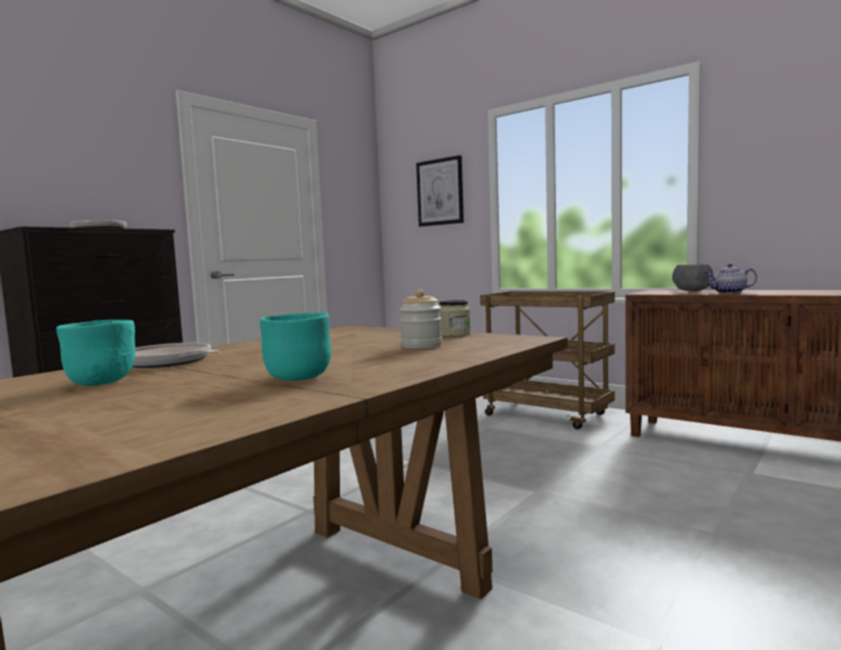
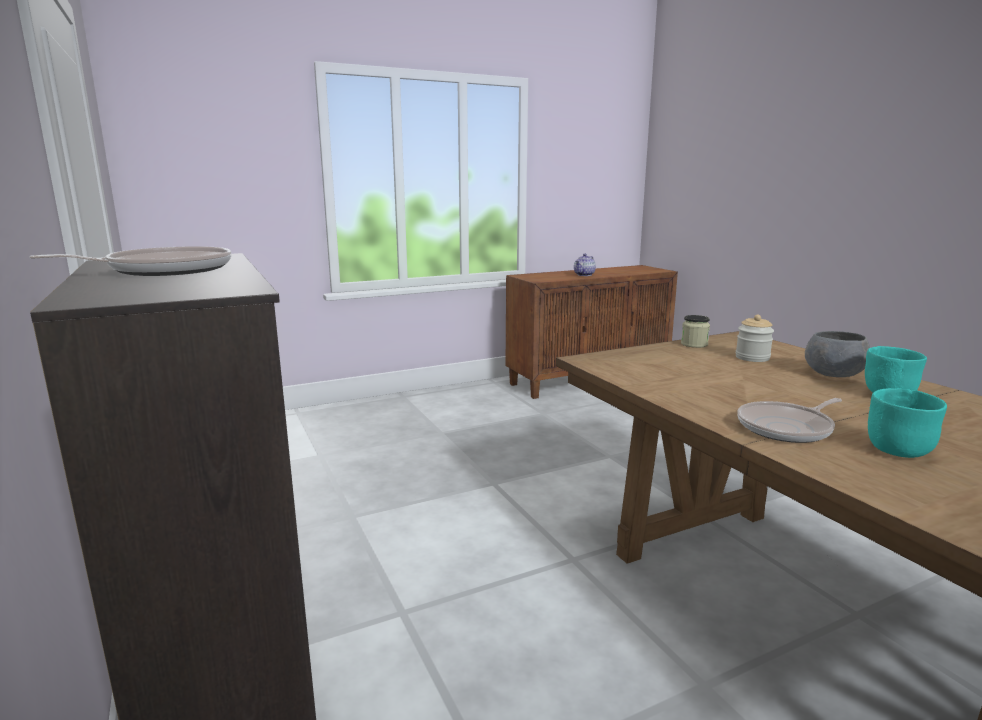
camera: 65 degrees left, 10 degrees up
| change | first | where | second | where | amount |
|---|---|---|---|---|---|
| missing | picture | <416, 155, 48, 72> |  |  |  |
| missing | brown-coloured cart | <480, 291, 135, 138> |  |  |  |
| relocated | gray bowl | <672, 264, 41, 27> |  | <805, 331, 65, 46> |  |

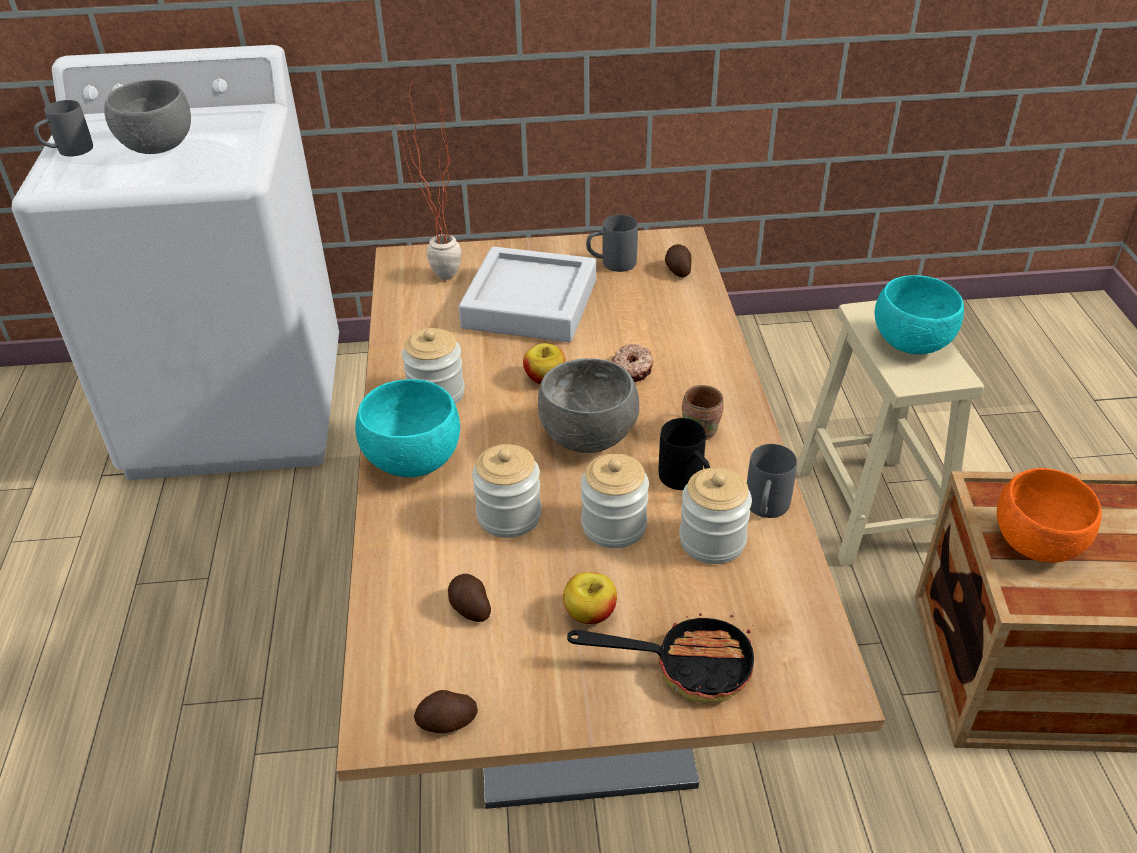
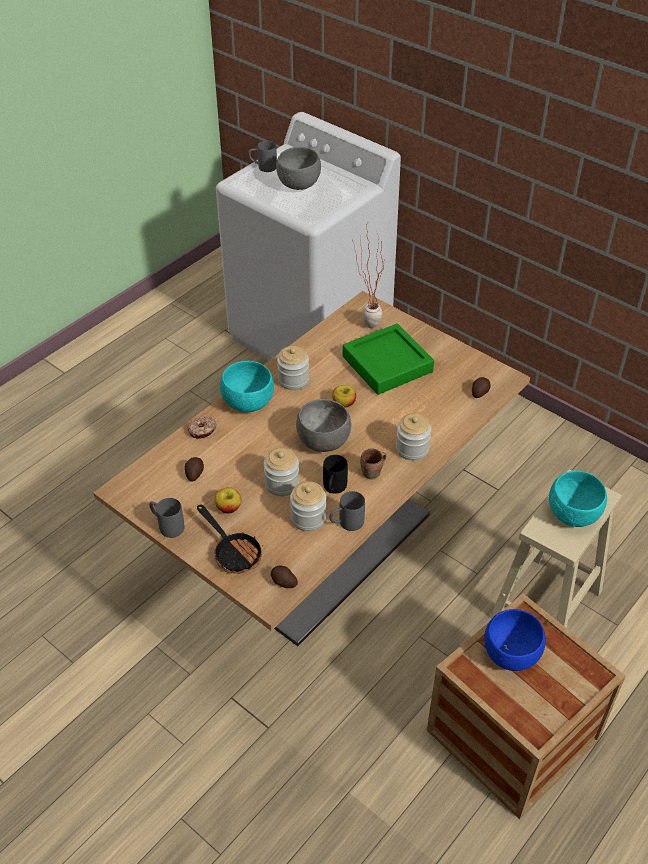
camera: 45 degrees right, 5 degrees up
| change | first | where | second | where | amount |
|---|---|---|---|---|---|
| relocated | potato | <414, 690, 64, 43> |  | <271, 565, 27, 23> |  |
| relocated | storage jar | <472, 444, 69, 94> |  | <396, 413, 35, 48> |  |
| relocated | gray tea mug | <586, 215, 52, 57> |  | <149, 498, 35, 40> |  |
| relocated | ring doughnut | <612, 344, 41, 38> |  | <188, 417, 29, 22> |  |
| colour | gray tray | <459, 247, 137, 95> | greenish tray | <343, 323, 91, 72> |  |
| colour | orangey bowl | <997, 468, 104, 95> | bluish bowl | <484, 609, 62, 62> |  |

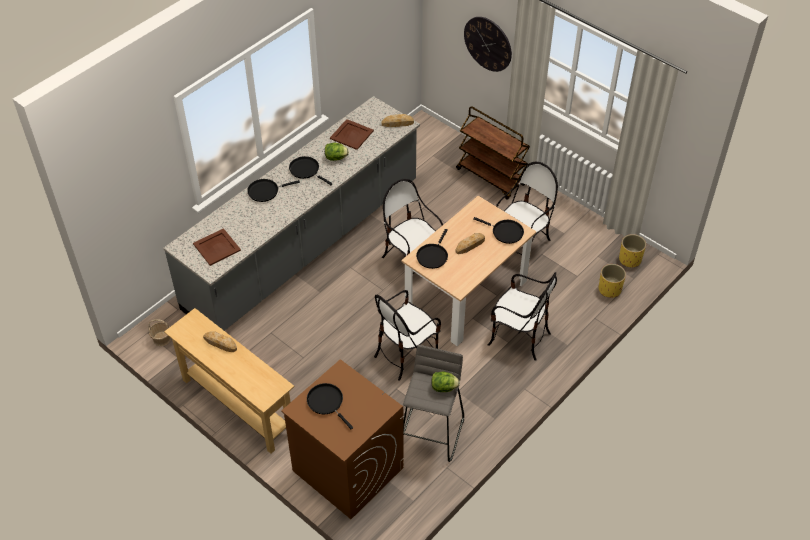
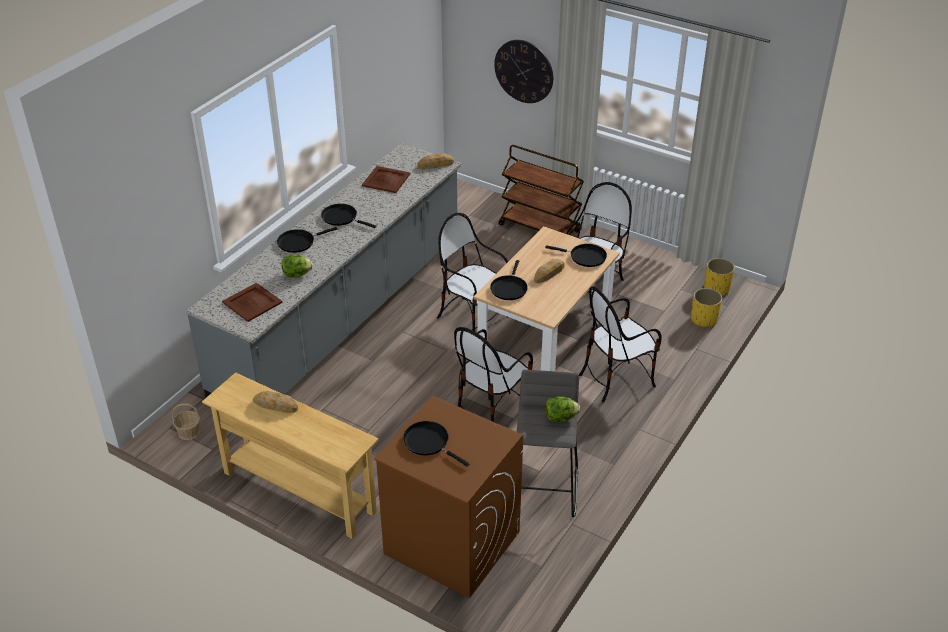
camera: 10 degrees left, 10 degrees down
| change | first | where | second | where | amount |
|---|---|---|---|---|---|
| relocated | lettuce | <325, 143, 24, 18> |  | <282, 255, 31, 22> |  |
| spun | plain chair | <488, 272, 69, 89> |  | <579, 286, 83, 116> | 135 degrees clockwise |

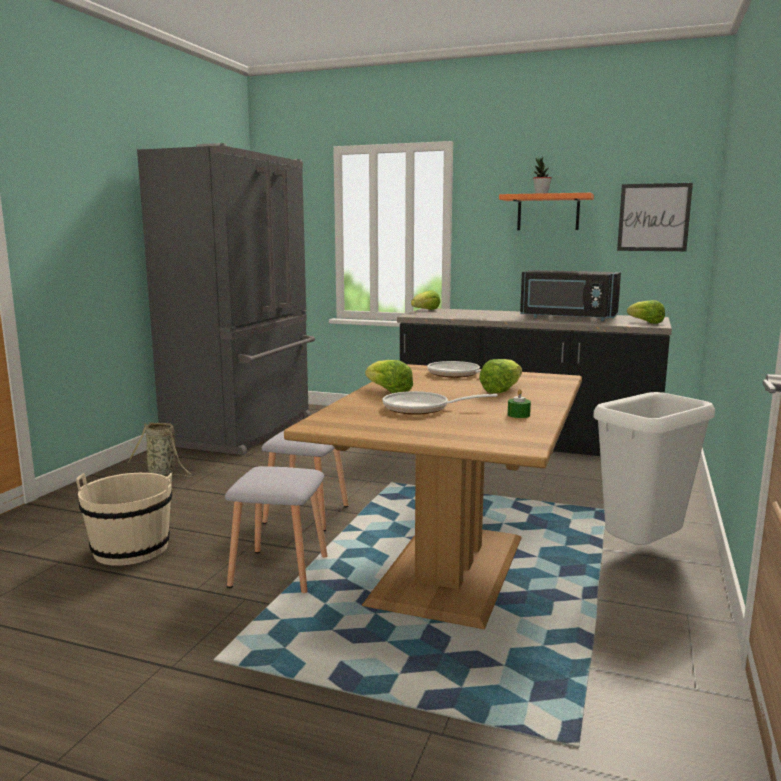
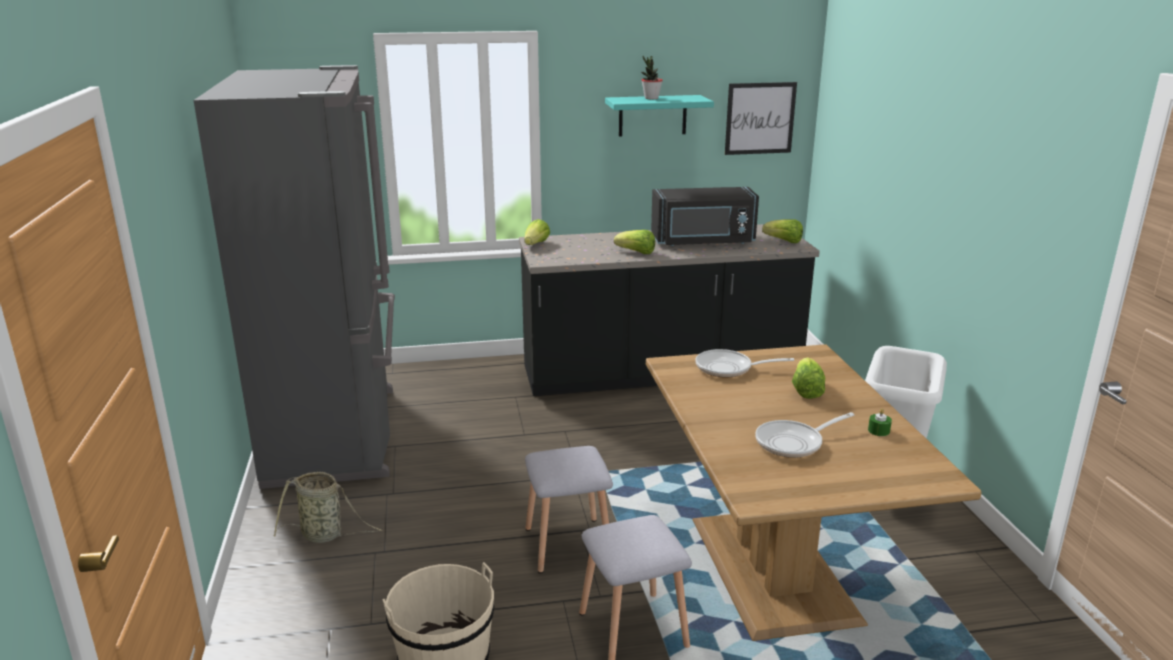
camera: 30 degrees left, 10 degrees up
| change | first | where | second | where | amount |
|---|---|---|---|---|---|
| relocated | lettuce | <365, 360, 48, 33> |  | <614, 230, 41, 24> |  |
| colour | orangey bracket shelf | <499, 193, 95, 37> | blue-green bracket shelf | <605, 95, 109, 41> |  |

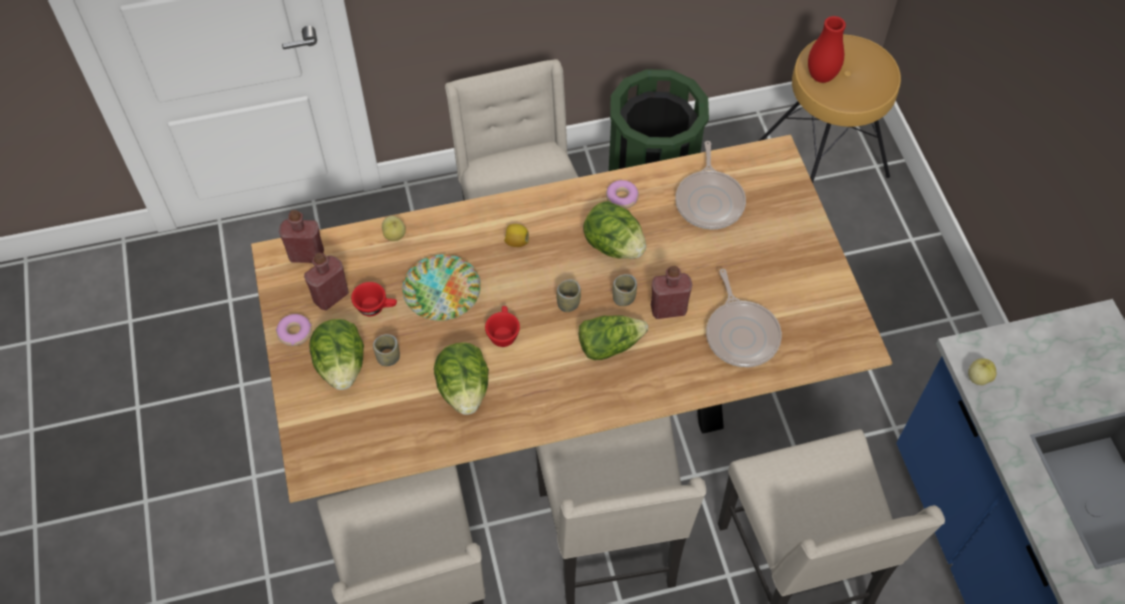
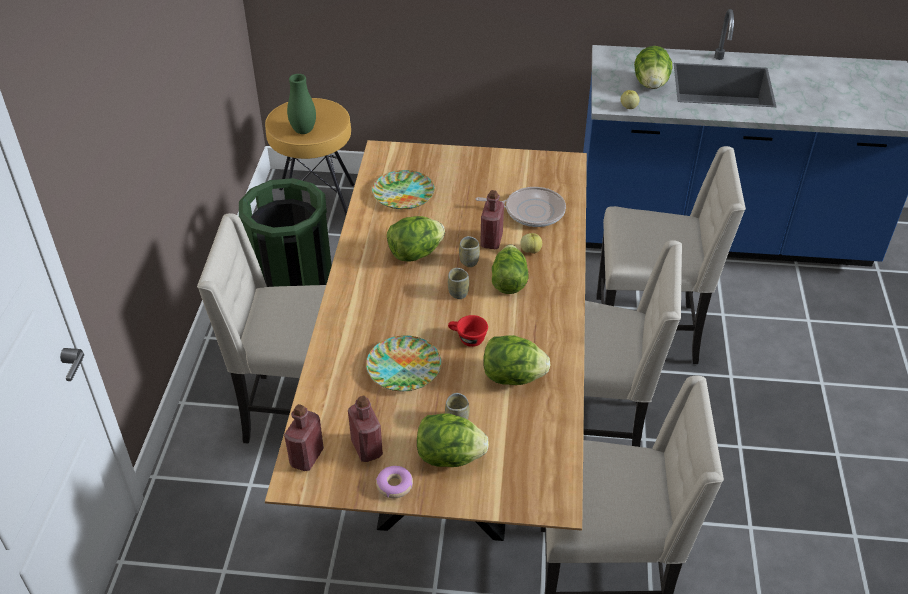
camera: 70 degrees left, 15 degrees down
| change | first | where | second | where | amount |
|---|---|---|---|---|---|
| missing | reddish small cup | <351, 282, 46, 34> |  |  |  |
| missing | lemon | <504, 224, 25, 23> |  |  |  |
| missing | ring doughnut | <606, 180, 33, 29> |  |  |  |
| appeared |  |  | lettuce | <634, 46, 39, 43> |  |
| relocated | apple fruit | <382, 216, 24, 25> |  | <520, 233, 22, 21> |  |
| exchanged | pan | <675, 141, 71, 88> | dinner plate | <372, 170, 63, 39> |  |
| colour | reddish flower vase | <808, 16, 38, 67> | greenish flower vase | <287, 74, 29, 60> |  |

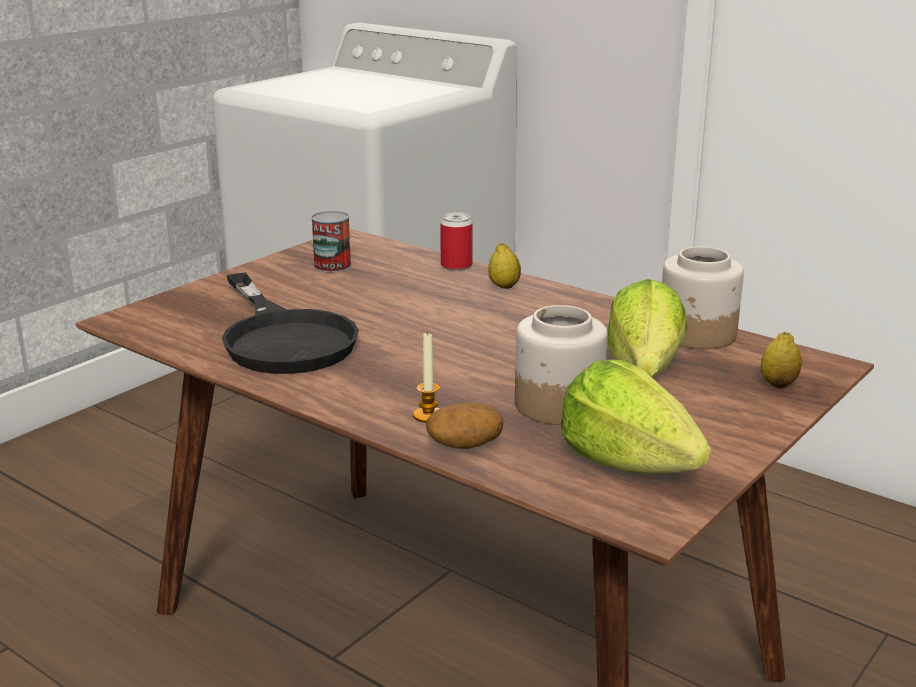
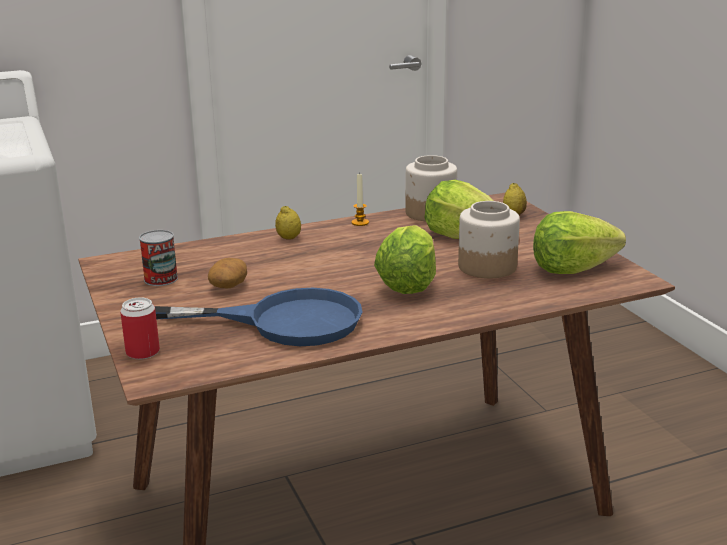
camera: 60 degrees left, 0 degrees up
| change | first | where | second | where | amount |
|---|---|---|---|---|---|
| appeared |  |  | lettuce | <374, 225, 62, 69> |  |
| relocated | wax candle | <413, 331, 27, 92> |  | <351, 172, 18, 54> |  |
| relocated | potato | <426, 403, 77, 46> |  | <208, 258, 39, 30> |  |
| relocated | sealed can | <440, 212, 33, 59> |  | <120, 297, 40, 62> |  |
| colour | blackish pan | <222, 273, 137, 101> | bluish pan | <155, 288, 207, 58> |  |

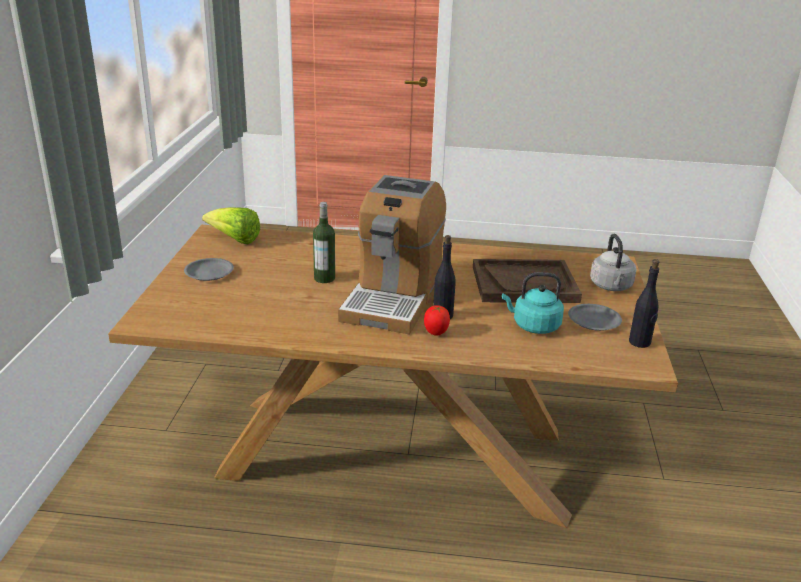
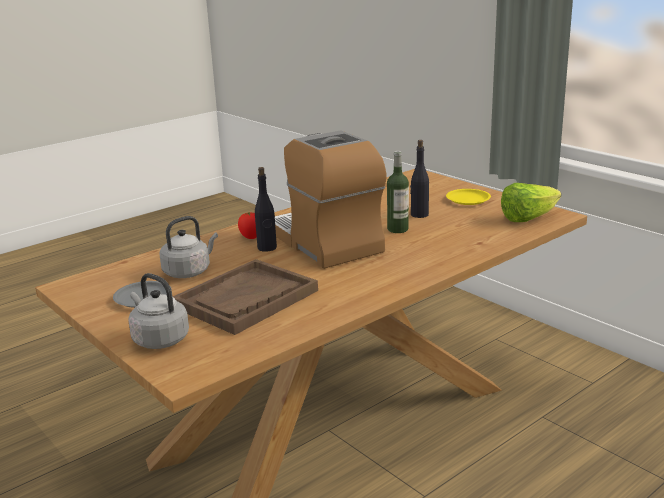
camera: 135 degrees right, 5 degrees down
| change | first | where | second | where | amount |
|---|---|---|---|---|---|
| relocated | blackish bottle | <629, 259, 30, 89> |  | <410, 140, 19, 78> |  |
| colour | gray dinner plate | <184, 258, 50, 23> | yellowish dinner plate | <446, 189, 45, 16> |  |
| colour | blue-green kettle | <502, 272, 62, 62> | gray kettle | <159, 216, 59, 62> |  |

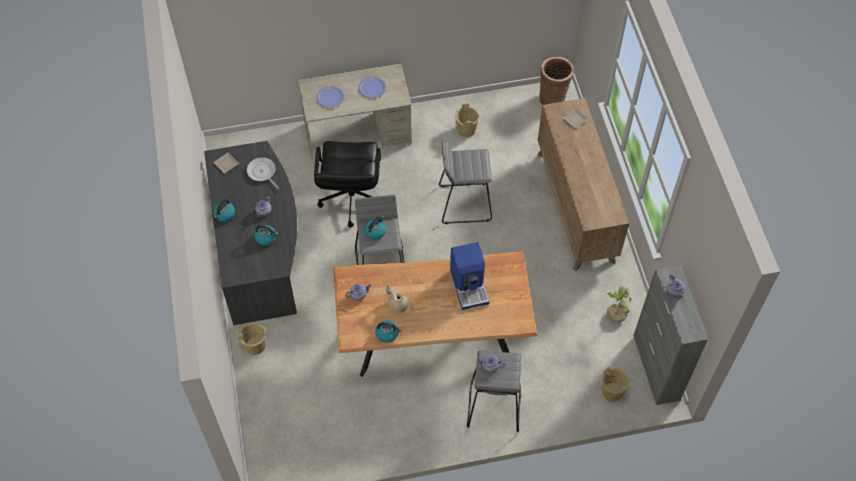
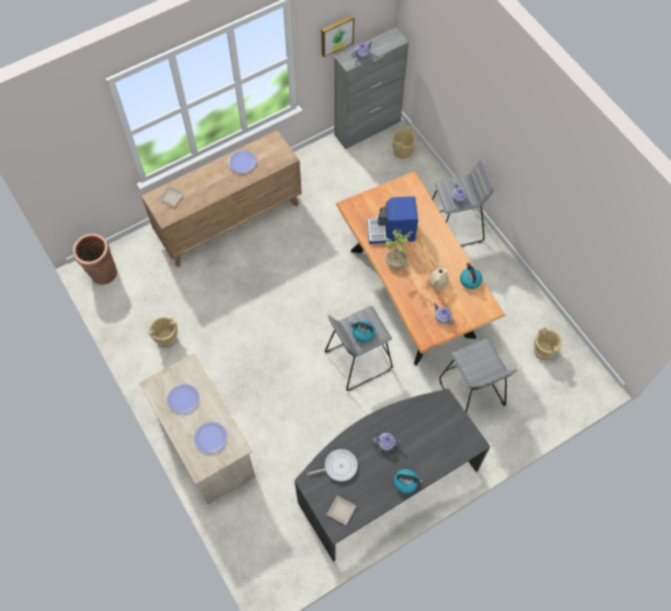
camera: 110 degrees left, 5 degrees up
| change | first | where | second | where | amount |
|---|---|---|---|---|---|
| missing | kettle | <254, 225, 24, 21> |  |  |  |
| missing | blackish office chair | <314, 141, 67, 87> |  |  |  |
| appeared |  |  | dinner plate | <228, 150, 29, 24> |  |
| appeared |  |  | picture | <321, 15, 33, 42> |  |
| relocated | beige-coloured water bucket | <237, 322, 30, 33> |  | <533, 327, 29, 33> |  |
| relocated | gray stool | <439, 137, 53, 87> |  | <439, 338, 78, 75> |  |
| relocated | plant in a pot | <607, 287, 24, 36> |  | <385, 230, 28, 38> |  |
| spun | pan | <247, 157, 33, 33> |  | <307, 449, 51, 32> | 135 degrees counterclockwise |
| spun | coffee brewer | <450, 242, 39, 68> |  | <367, 196, 51, 48> | 150 degrees counterclockwise |

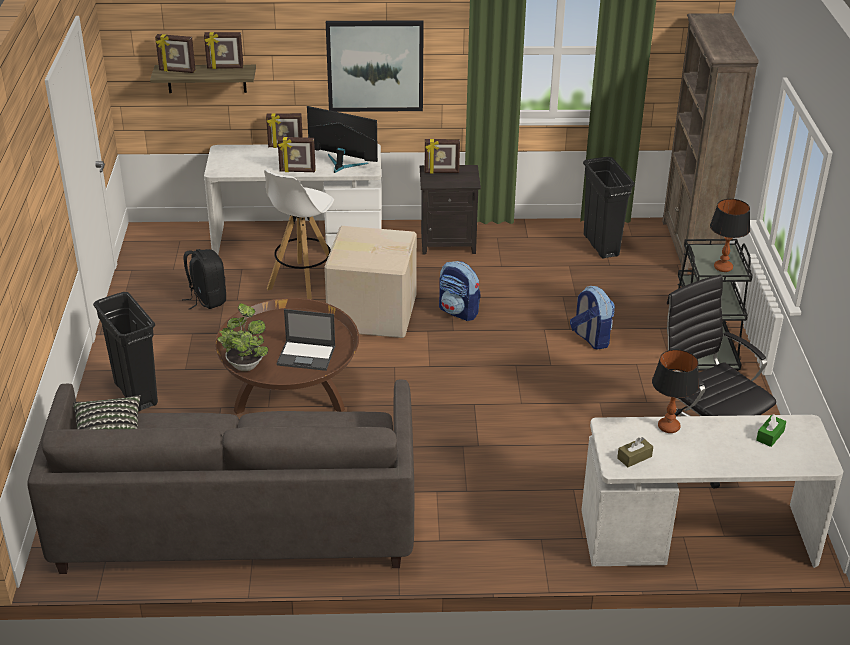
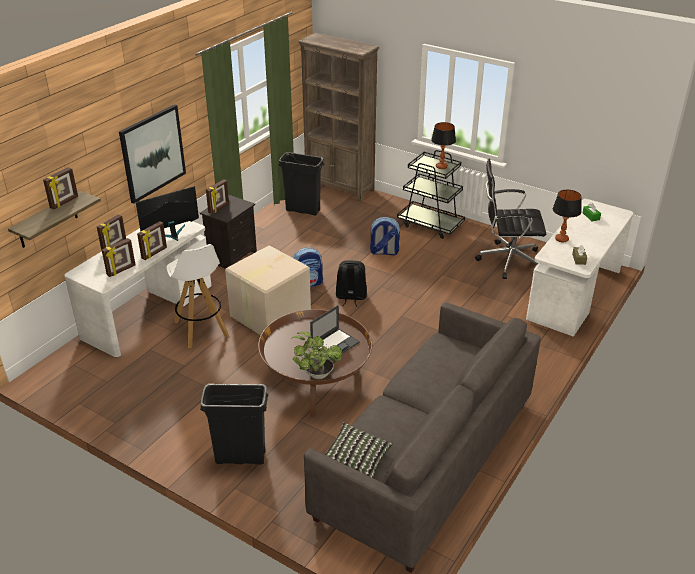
camera: 55 degrees left, 0 degrees up
| change | first | where | second | where | amount |
|---|---|---|---|---|---|
| relocated | picture frame | <155, 34, 40, 39> |  | <102, 238, 34, 39> |  |
| relocated | blackish backpack | <182, 249, 44, 61> |  | <336, 260, 31, 47> |  |

